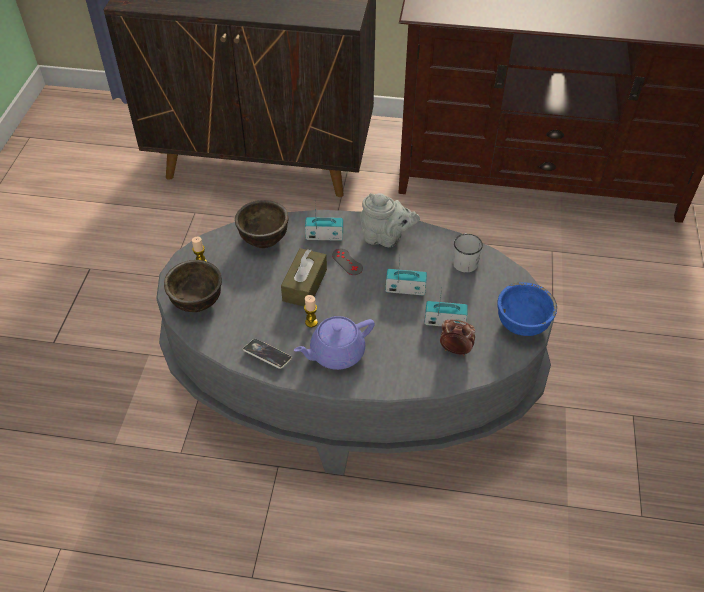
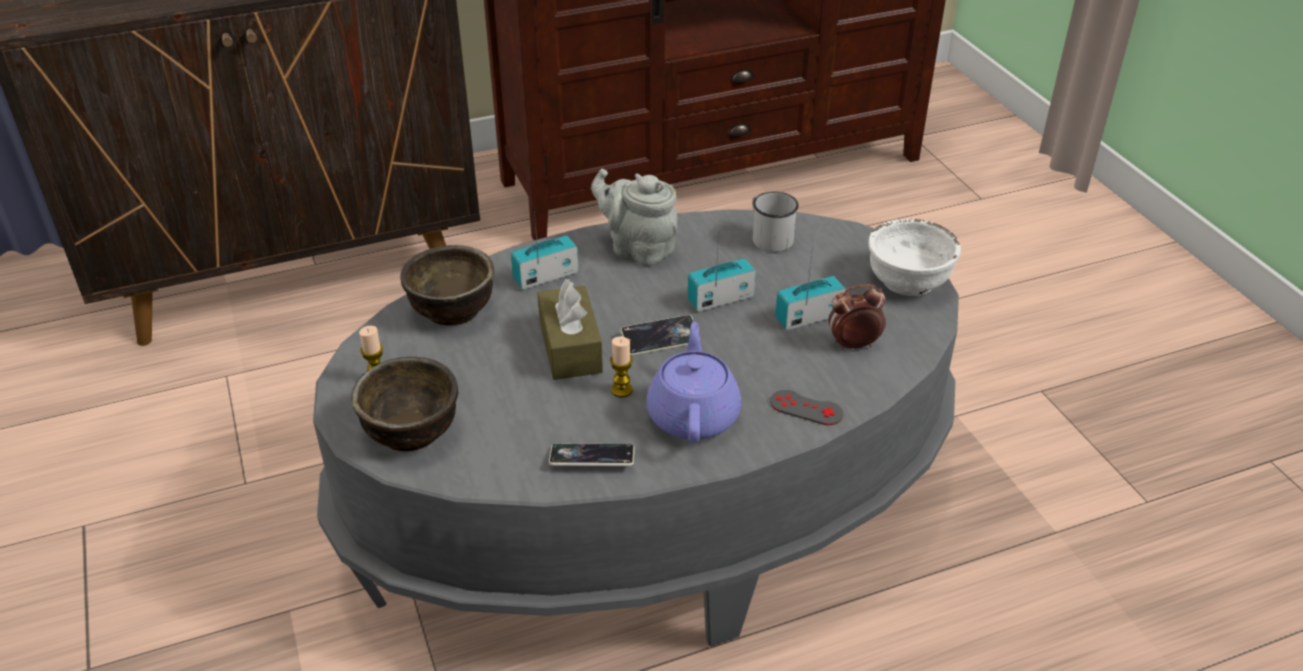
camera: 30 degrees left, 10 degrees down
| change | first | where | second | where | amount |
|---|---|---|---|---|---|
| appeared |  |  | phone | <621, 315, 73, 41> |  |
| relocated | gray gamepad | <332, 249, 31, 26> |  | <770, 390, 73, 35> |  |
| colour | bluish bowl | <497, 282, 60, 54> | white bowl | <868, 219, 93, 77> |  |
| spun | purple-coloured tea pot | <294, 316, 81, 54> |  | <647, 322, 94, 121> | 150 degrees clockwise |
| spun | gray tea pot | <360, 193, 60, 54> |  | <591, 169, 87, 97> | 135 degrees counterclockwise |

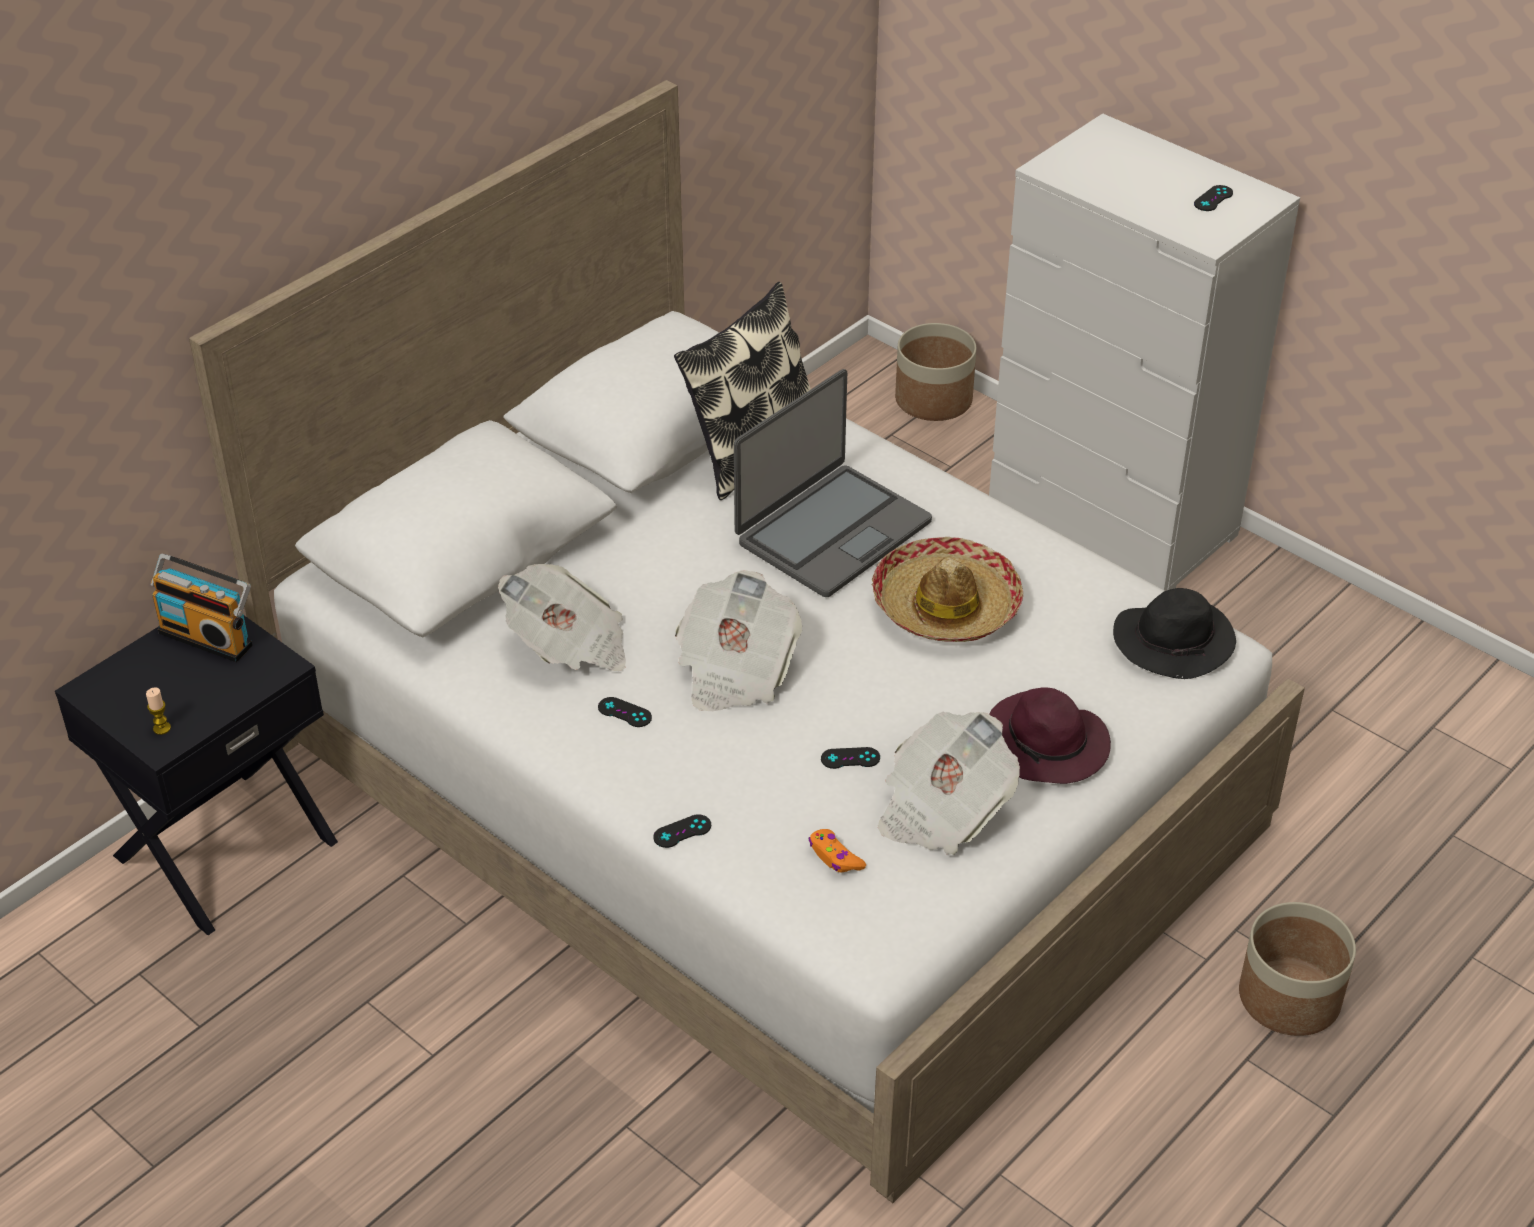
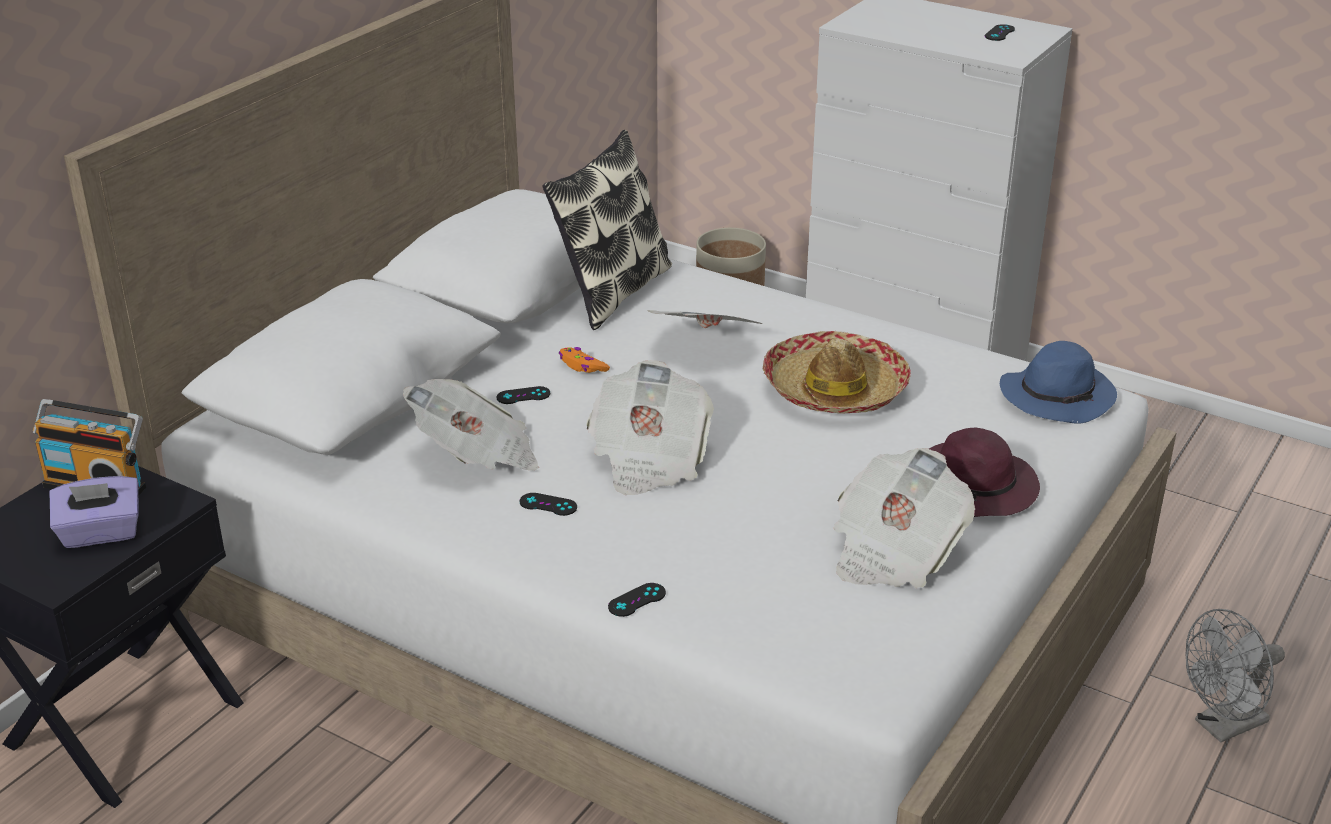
camera: 10 degrees left, 10 degrees down
| change | first | where | second | where | amount |
|---|---|---|---|---|---|
| missing | wax candle | <146, 687, 25, 48> |  |  |  |
| appeared |  |  | purple-coloured tissue box | <49, 476, 90, 72> |  |
| relocated | orangey gamepad | <809, 829, 57, 43> |  | <559, 347, 51, 26> |  |
| relocated | blackish gamepad | <821, 747, 59, 22> |  | <497, 386, 53, 18> |  |
| exchanged | notebook computer | <734, 369, 198, 228> | printed paper | <648, 310, 114, 18> |  |
| exchanged | flower pot | <1239, 902, 117, 134> | gray electric fan | <1185, 609, 100, 133> |  |
| colour | blackish wearable hat | <1113, 588, 123, 91> | bluish wearable hat | <1000, 341, 117, 83> |  |

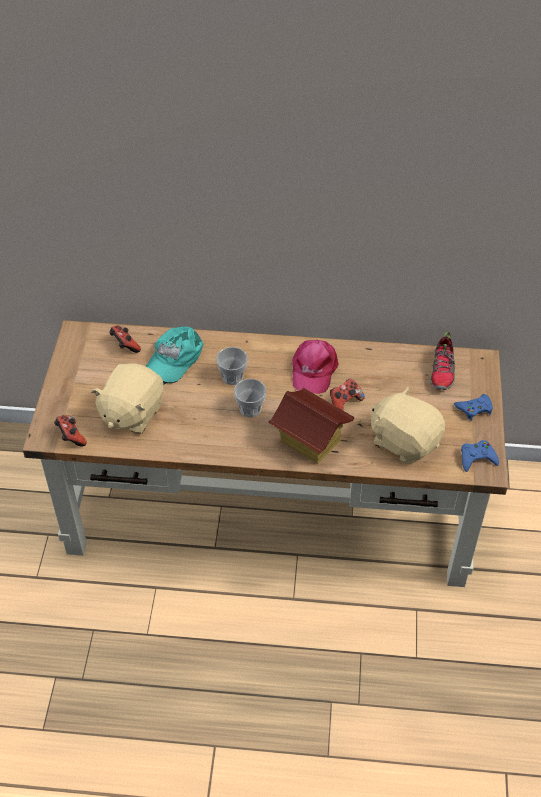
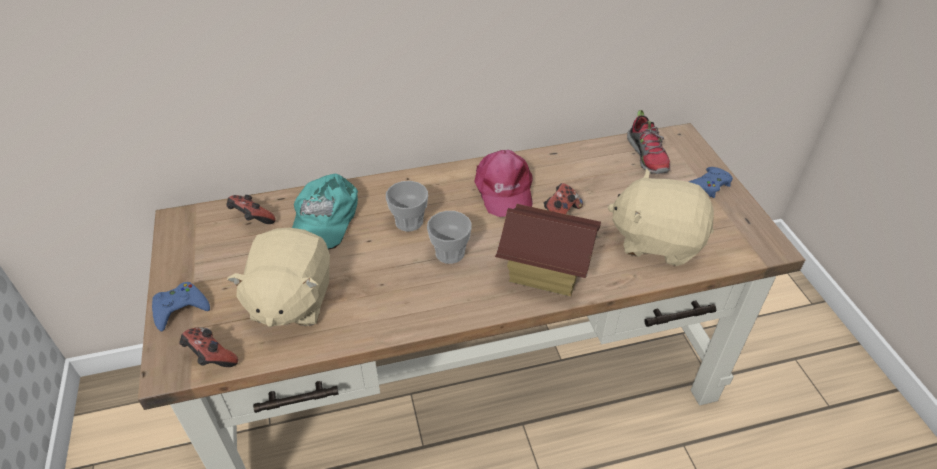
camera: 20 degrees left, 5 degrees down
| change | first | where | second | where | amount |
|---|---|---|---|---|---|
| relocated | bluish gamepad | <461, 440, 38, 32> |  | <152, 282, 58, 49> |  |

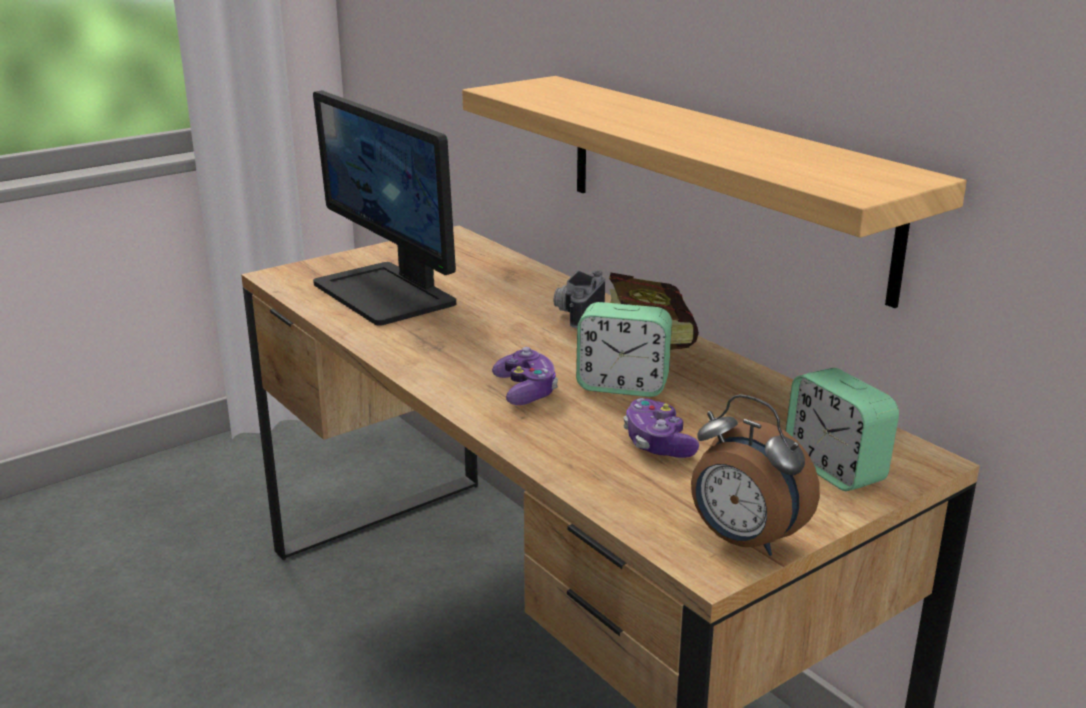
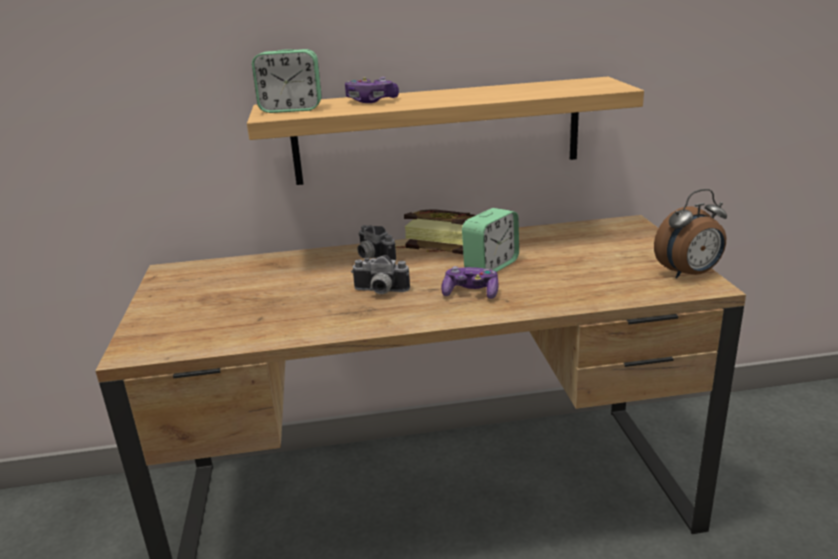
camera: 60 degrees left, 0 degrees up
| change | first | where | second | where | amount |
|---|---|---|---|---|---|
| missing | computer display | <313, 90, 143, 236> |  |  |  |
| appeared |  |  | photo camera | <351, 255, 59, 39> |  |
| relocated | gamepad | <623, 398, 76, 60> |  | <345, 77, 54, 26> |  |
| relocated | bedside clock | <786, 368, 113, 123> |  | <252, 49, 70, 64> |  |

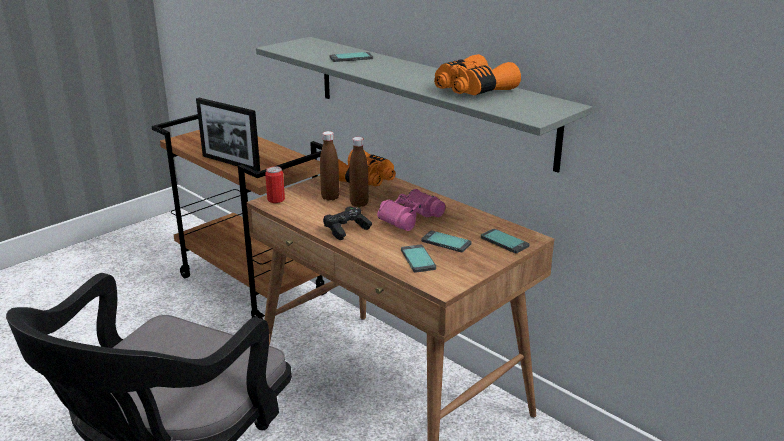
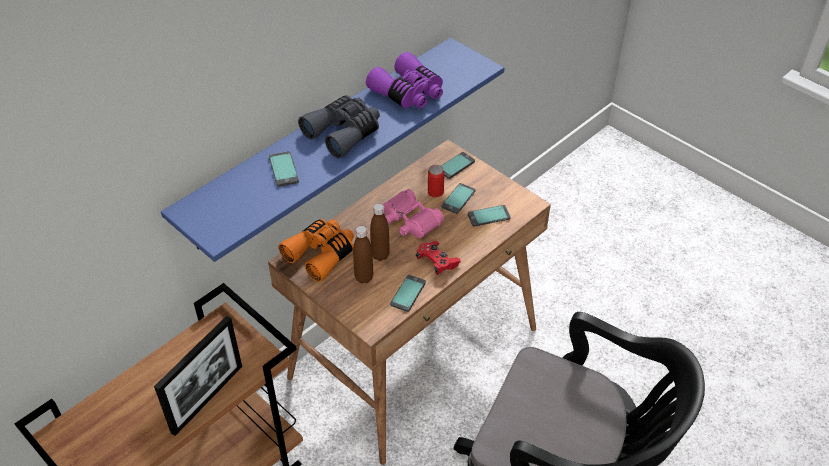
camera: 90 degrees left, 20 degrees up
| change | first | where | second | where | amount |
|---|---|---|---|---|---|
| appeared |  |  | gray binoculars | <298, 95, 82, 64> |  |
| appeared |  |  | phone | <390, 275, 36, 37> |  |
| relocated | sealed can | <265, 166, 20, 37> |  | <428, 165, 16, 32> |  |
| colour | gray bracket shelf | <256, 37, 336, 135> | bluish bracket shelf | <161, 38, 343, 224> |  |
| colour | blackish gamepad | <323, 207, 49, 33> | reddish gamepad | <416, 241, 45, 34> |  |
| colour | orangey binoculars | <434, 54, 87, 41> | purple-coloured binoculars | <366, 52, 77, 56> |  |

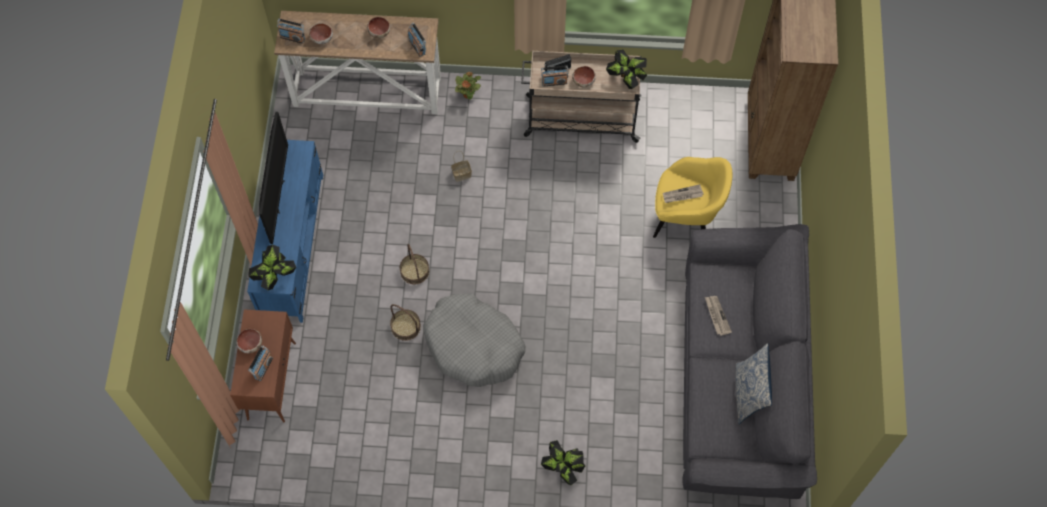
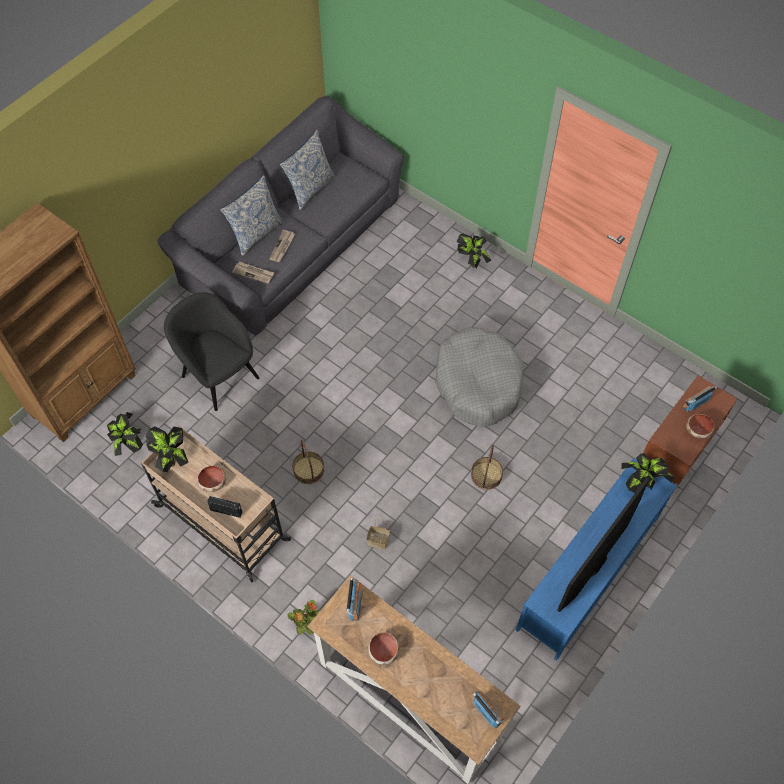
camera: 145 degrees left, 5 degrees down
| change | first | where | second | where | amount |
|---|---|---|---|---|---|
| missing | bowl | <309, 23, 24, 21> |  |  |  |
| missing | radio receiver | <541, 65, 28, 22> |  |  |  |
| appeared |  |  | plant in a pot | <107, 412, 36, 44> |  |
| appeared |  |  | throw pillow | <220, 175, 64, 81> |  |
| relocated | household basket | <390, 304, 31, 37> |  | <292, 440, 33, 44> |  |
| relocated | printed paper | <663, 184, 41, 19> |  | <232, 262, 42, 22> |  |
| colour | yellowish easy chair | <653, 157, 79, 81> | blackish easy chair | <164, 292, 95, 119> |  |

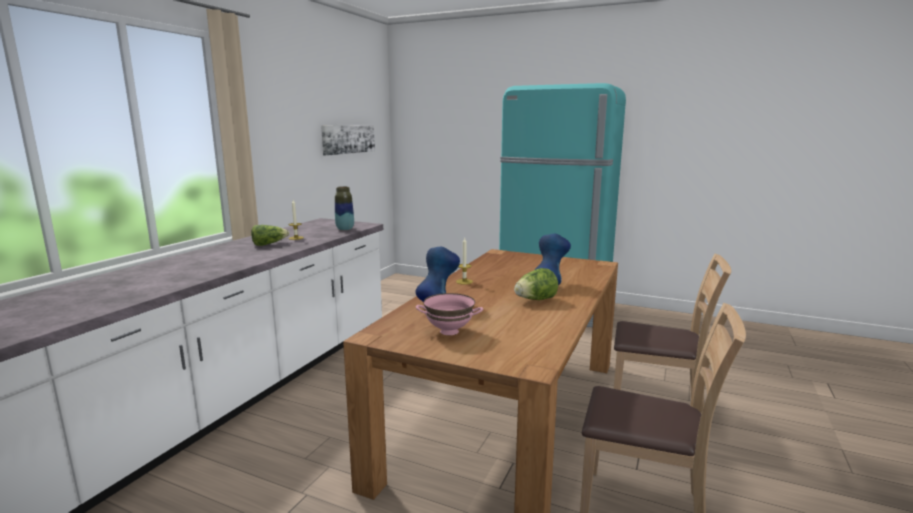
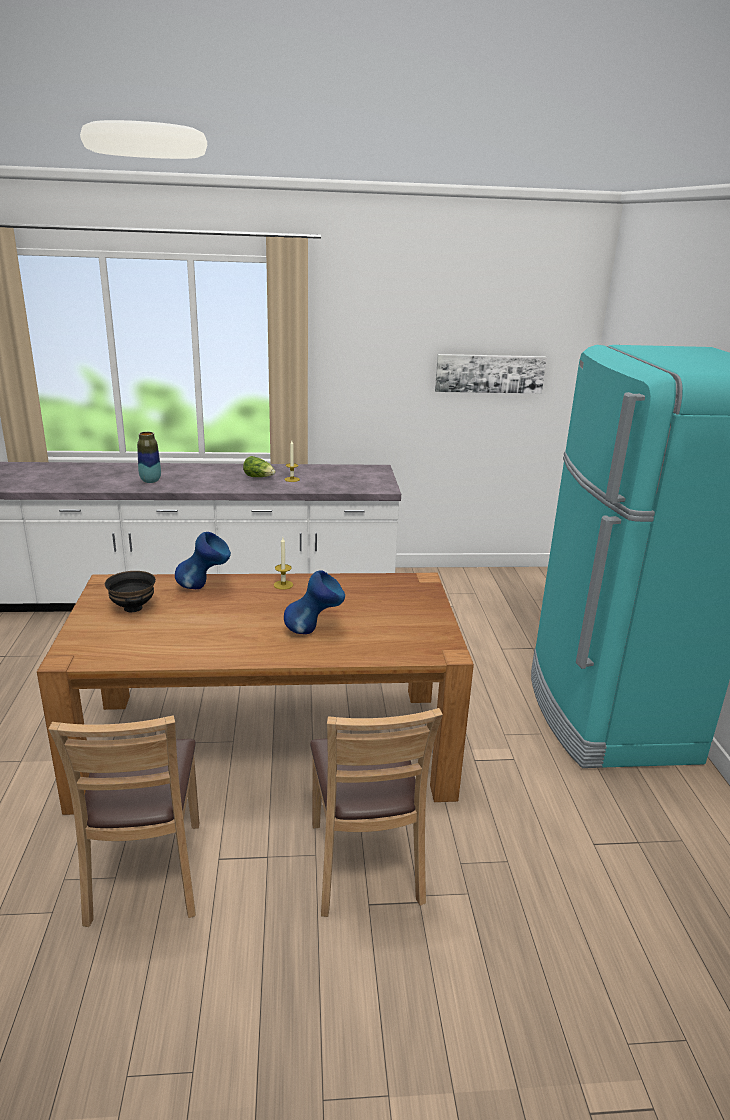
camera: 60 degrees right, 10 degrees up
| change | first | where | second | where | amount |
|---|---|---|---|---|---|
| missing | lettuce | <514, 268, 44, 32> |  |  |  |
| relocated | flower vase | <335, 186, 19, 45> |  | <137, 432, 24, 51> |  |
| colour | pink-coloured bowl | <416, 293, 67, 42> | blackish bowl | <105, 571, 51, 41> |  |

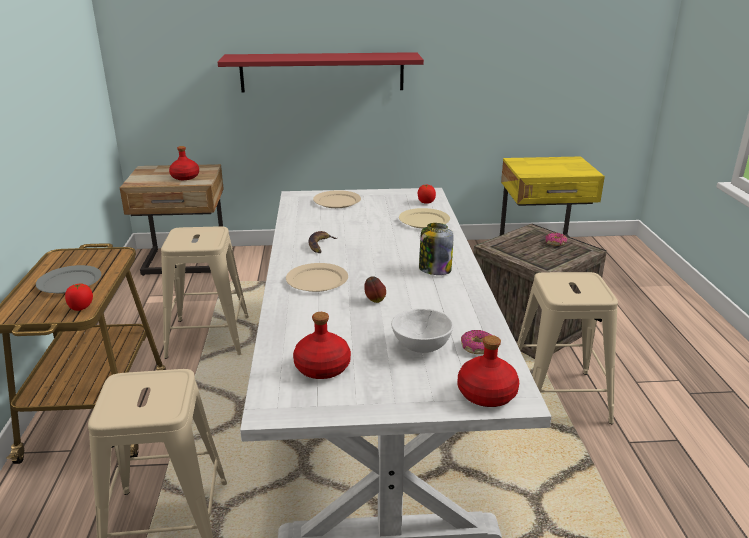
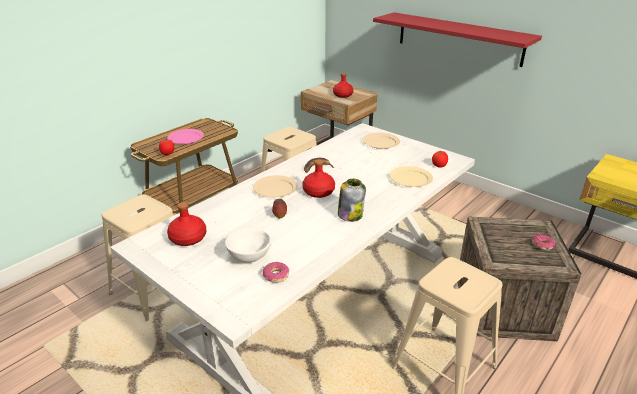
camera: 45 degrees right, 5 degrees up
| change | first | where | second | where | amount |
|---|---|---|---|---|---|
| relocated | reddish bottle | <458, 335, 61, 72> |  | <302, 159, 33, 39> |  |
| colour | gray dinner plate | <36, 265, 65, 29> | pink-coloured dinner plate | <167, 129, 37, 15> |  |

